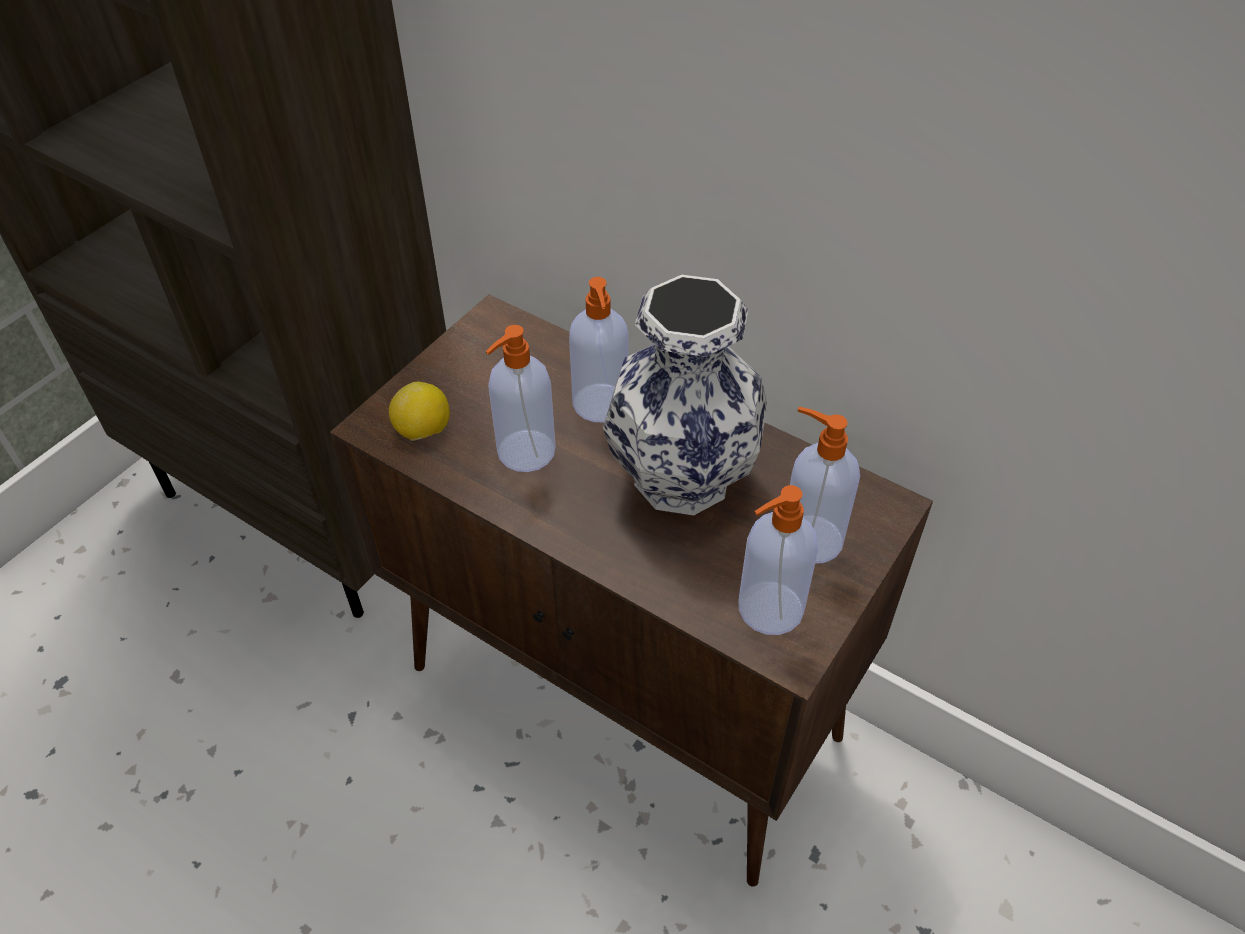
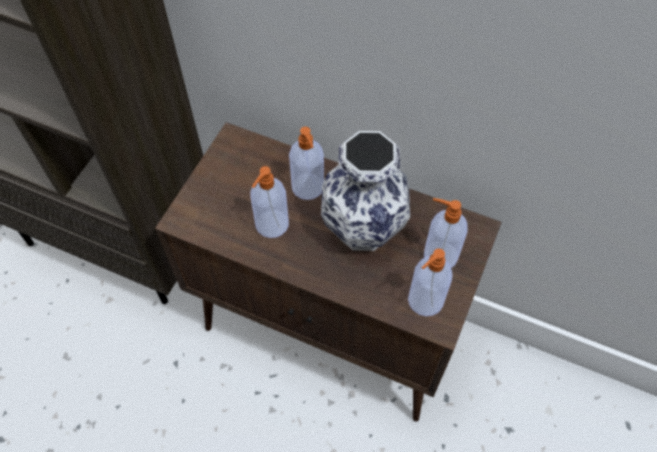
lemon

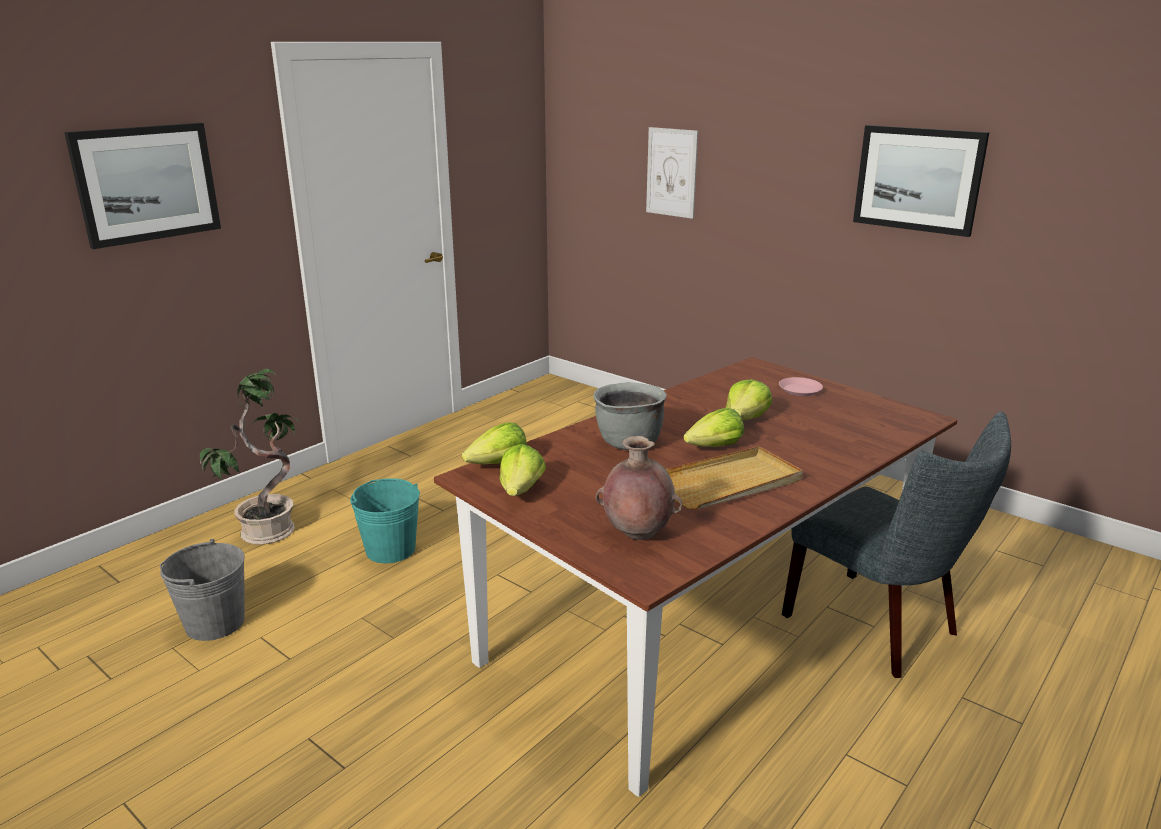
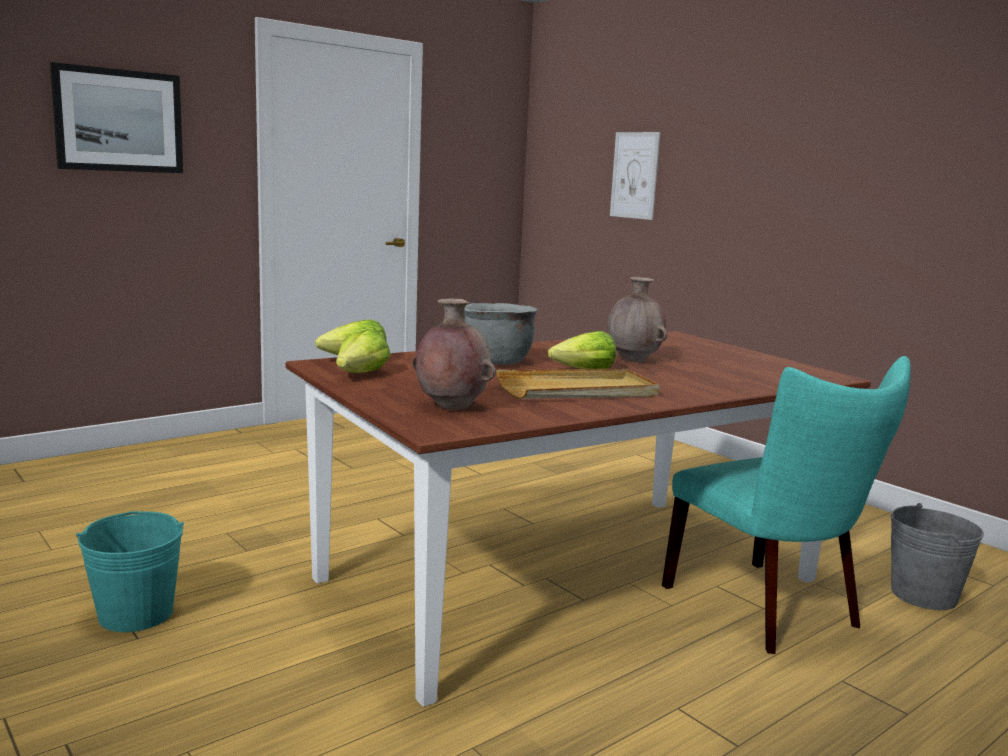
picture (no. 3 from left in the first image)
potted_plant
pink_plate
brown_vase (no. 2 from left)
turquoise_chair
turquoise_bucket
grey_bucket

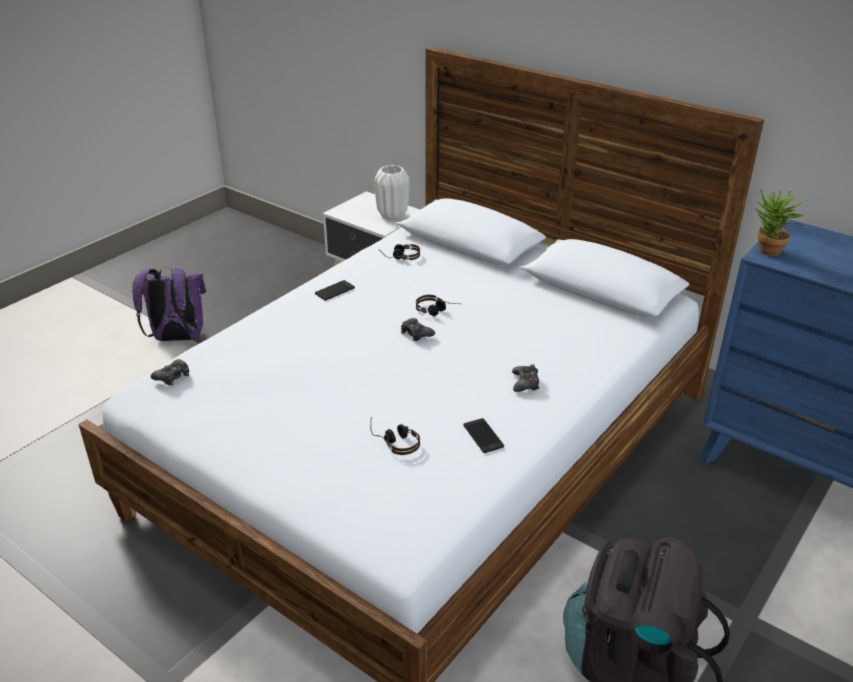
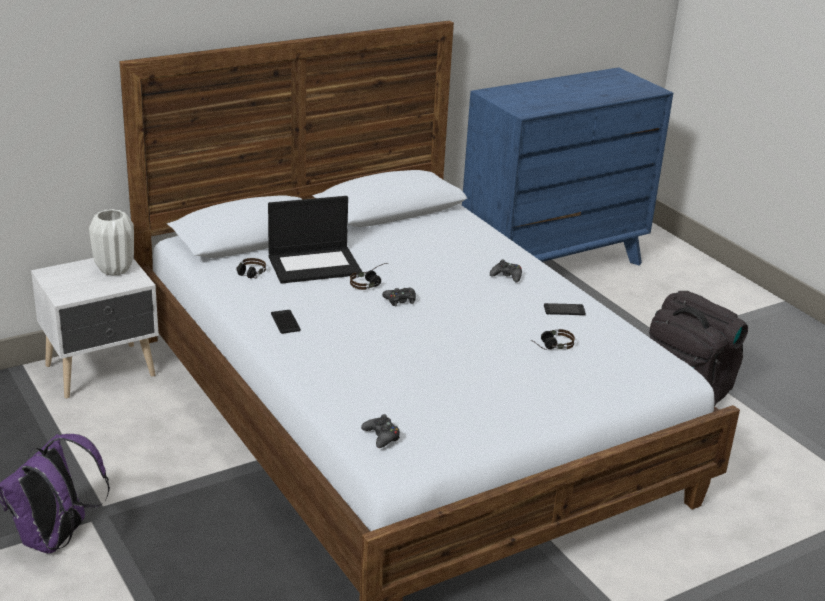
potted_plant
laptop

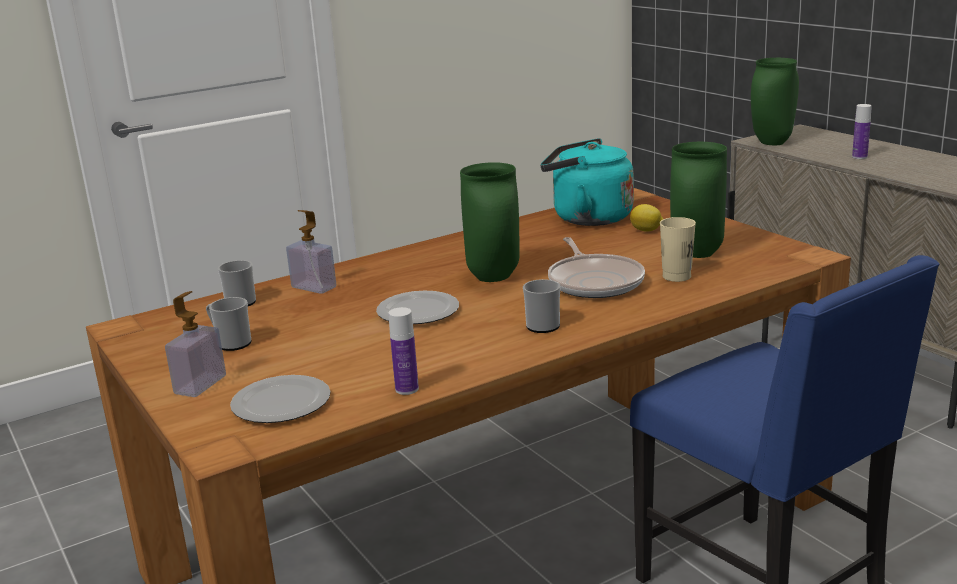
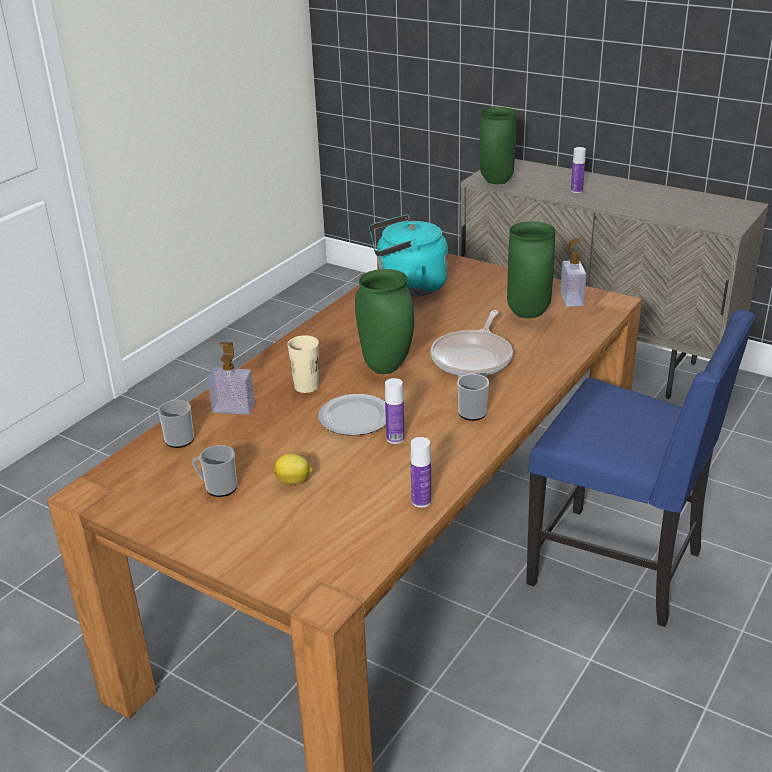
lemon
beige_cup
frying_pan
soap_dispenser (no. 2 from left)
plate (no. 1 from left in the first image)
bottle (no. 1 from left)

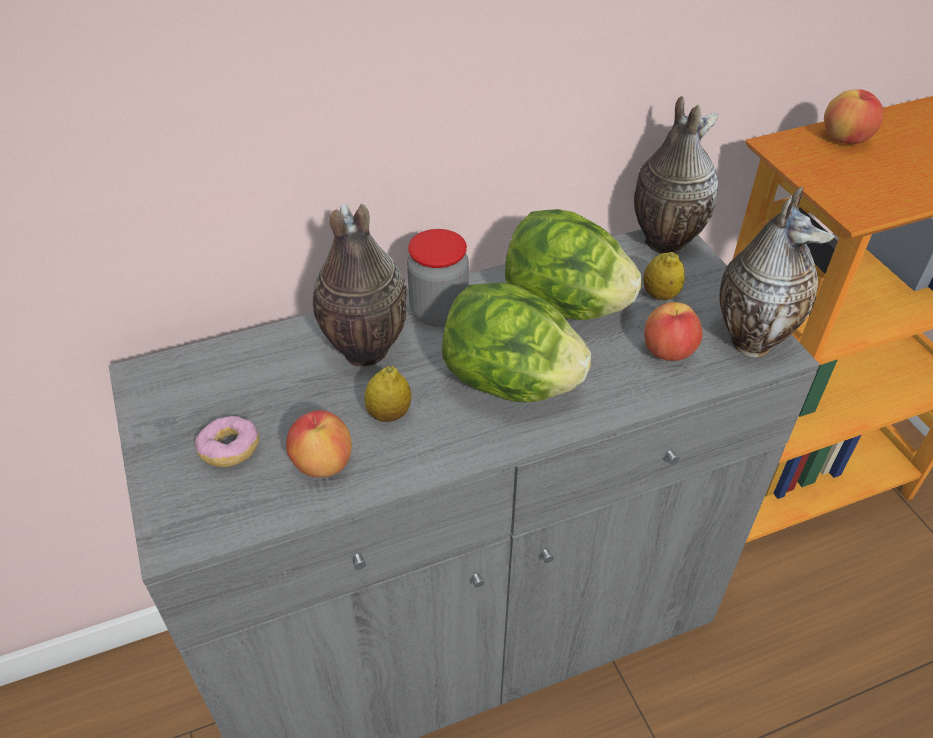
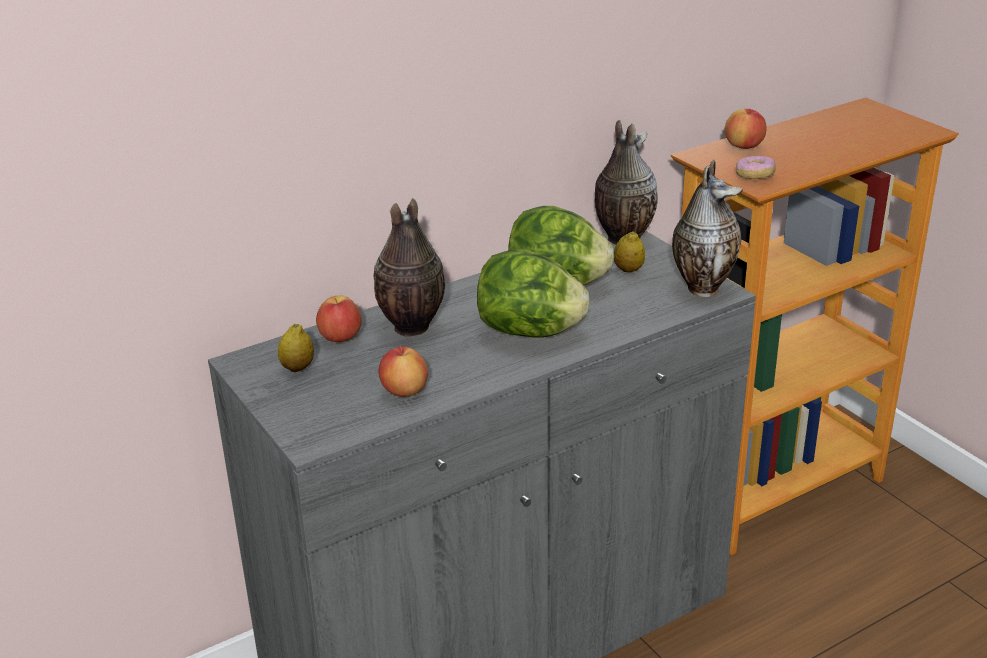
jar
apple (no. 1 from left)
lemon (no. 1 from left)
donut

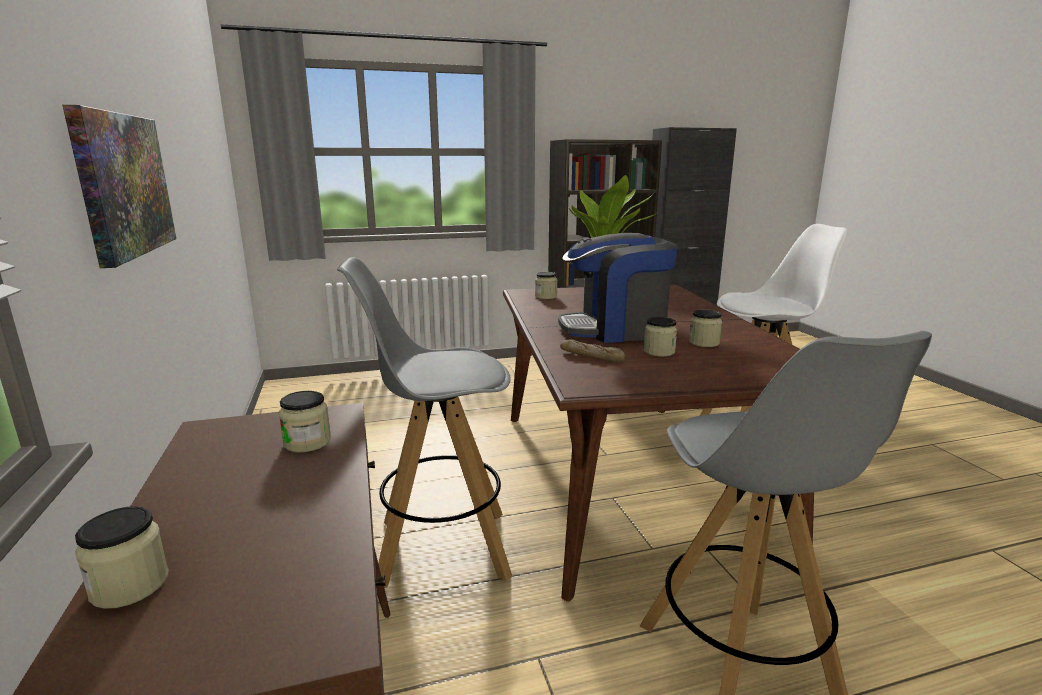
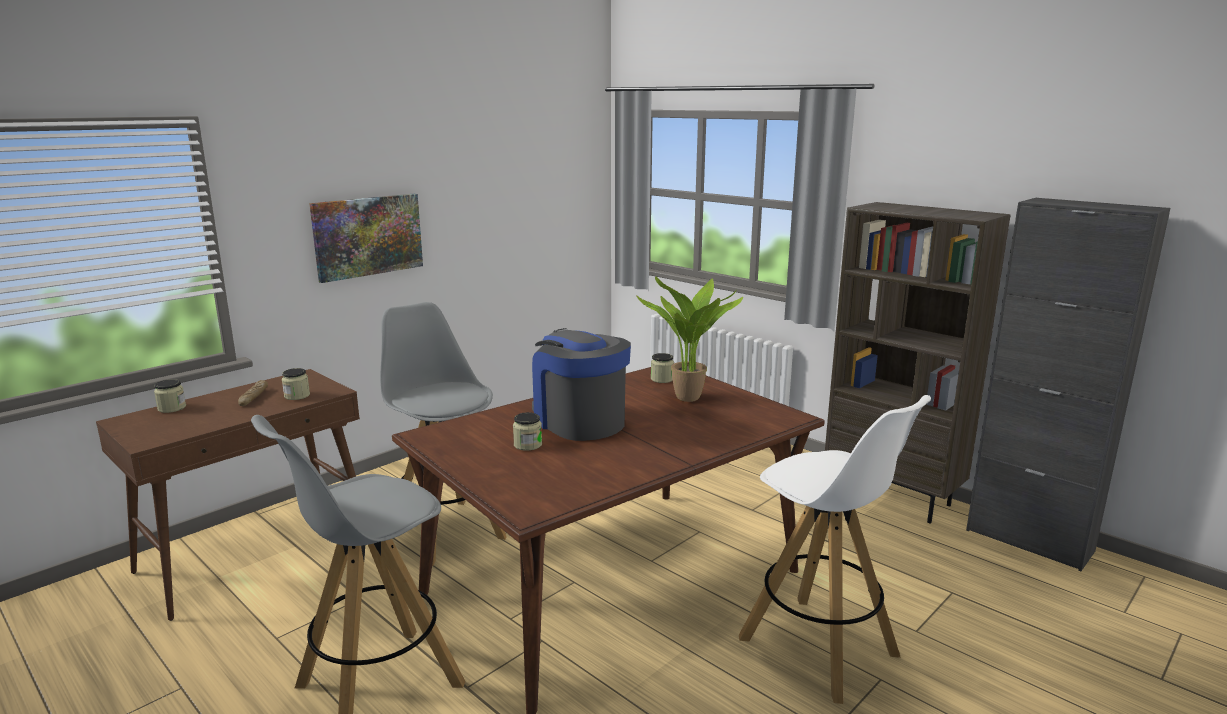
jar (no. 5 from left in the first image)
bread

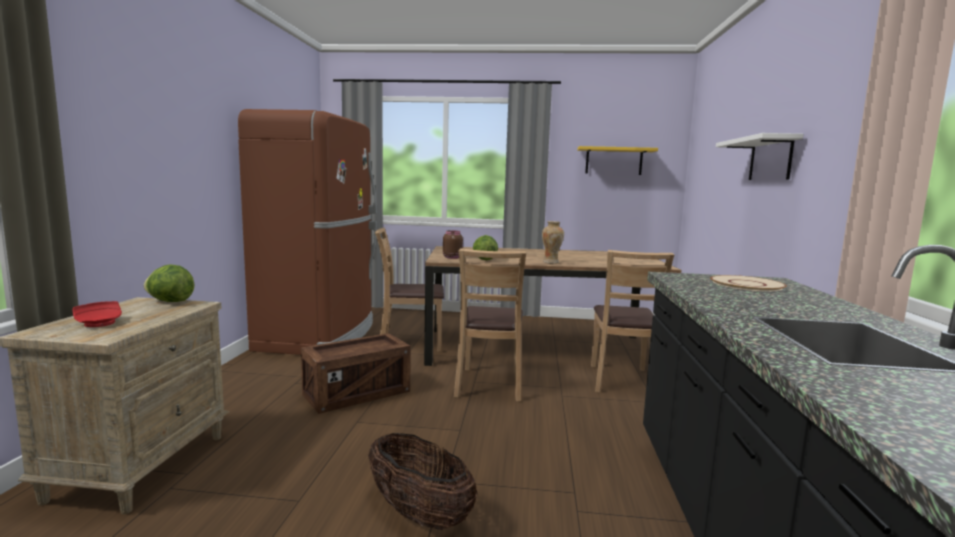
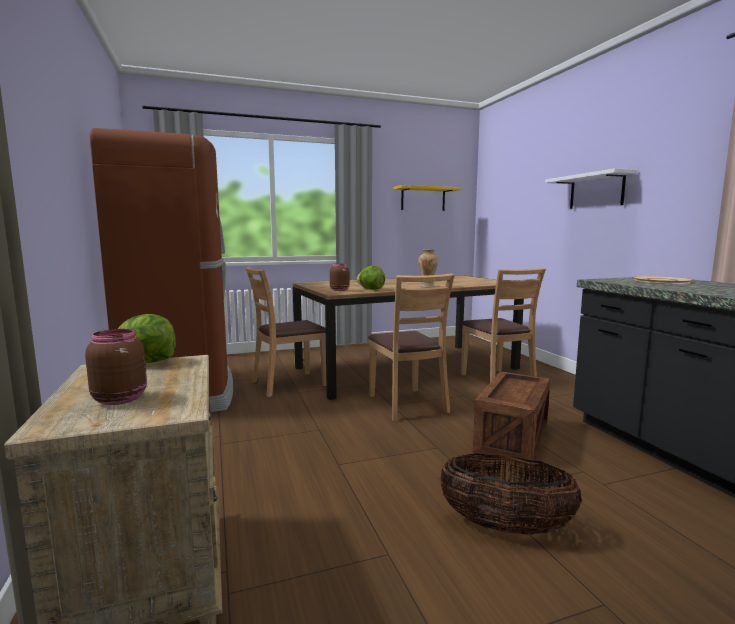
brown_jar (no. 1 from left)
crate

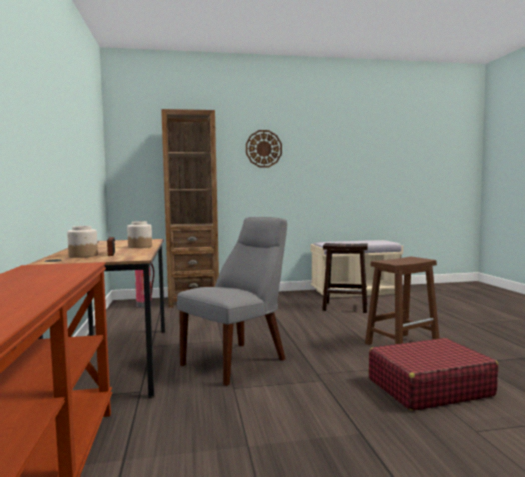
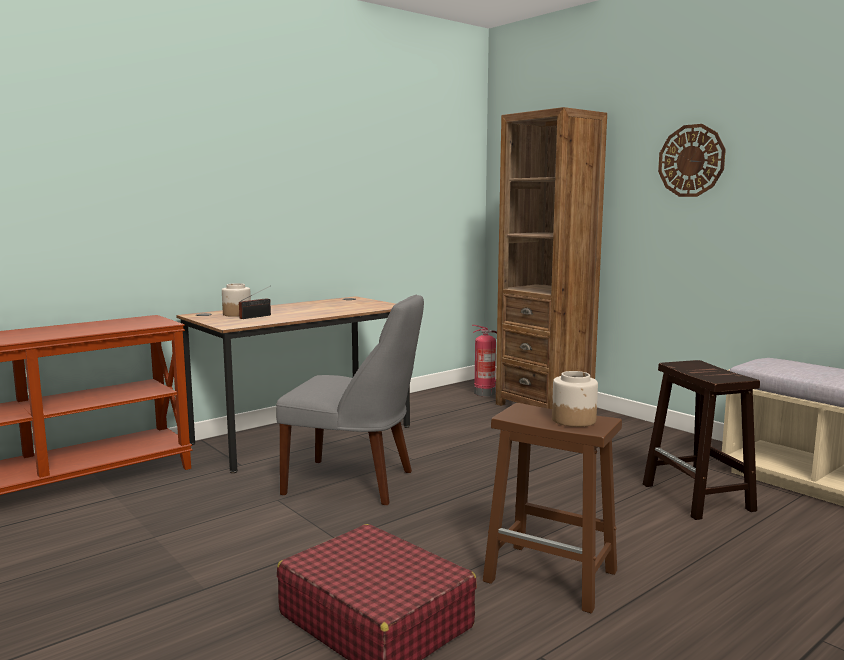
jar (no. 2 from left)

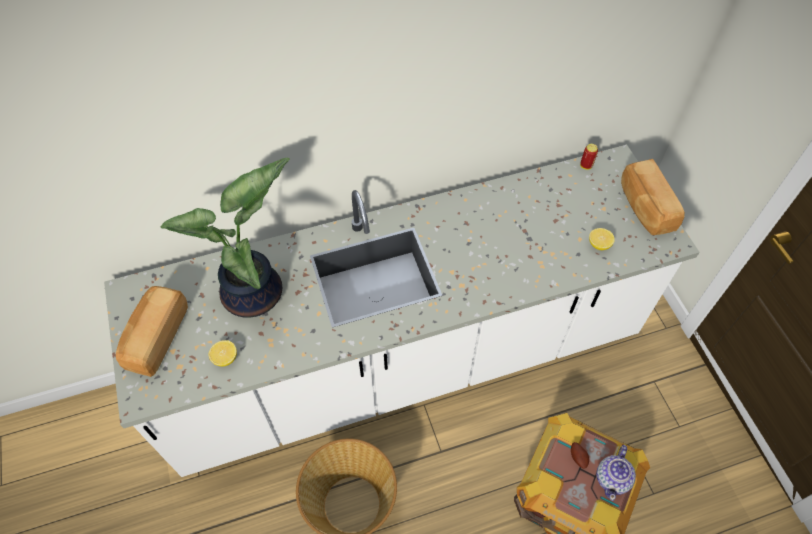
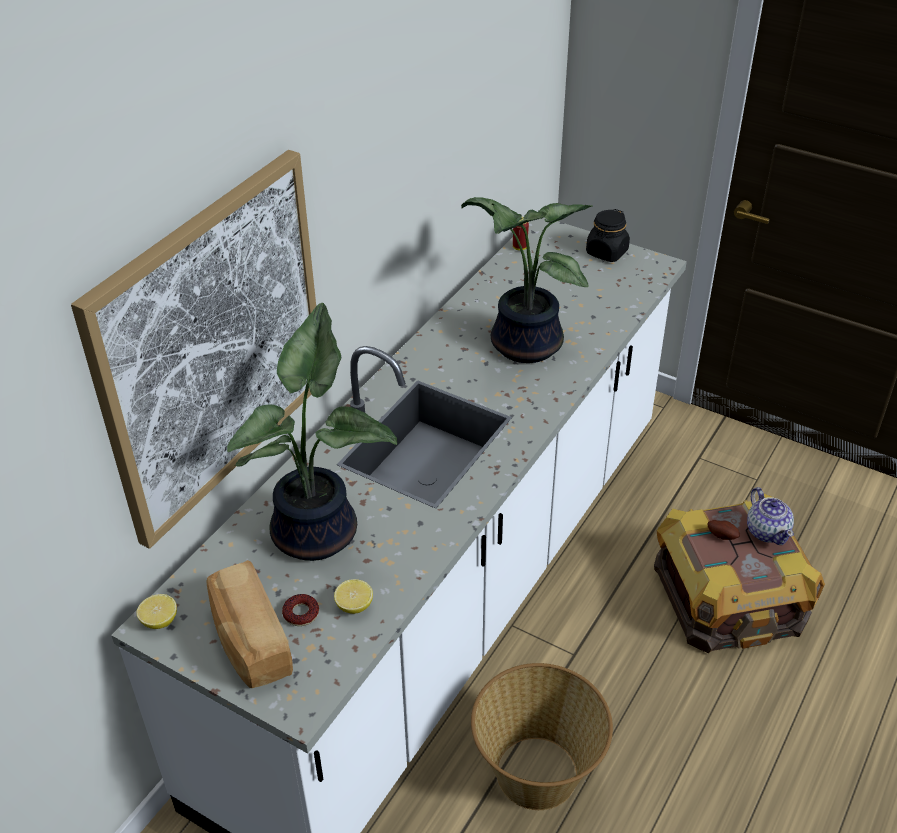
black_jar
lemon (no. 1 from left)
picture
potted_plant (no. 2 from left)
donut

